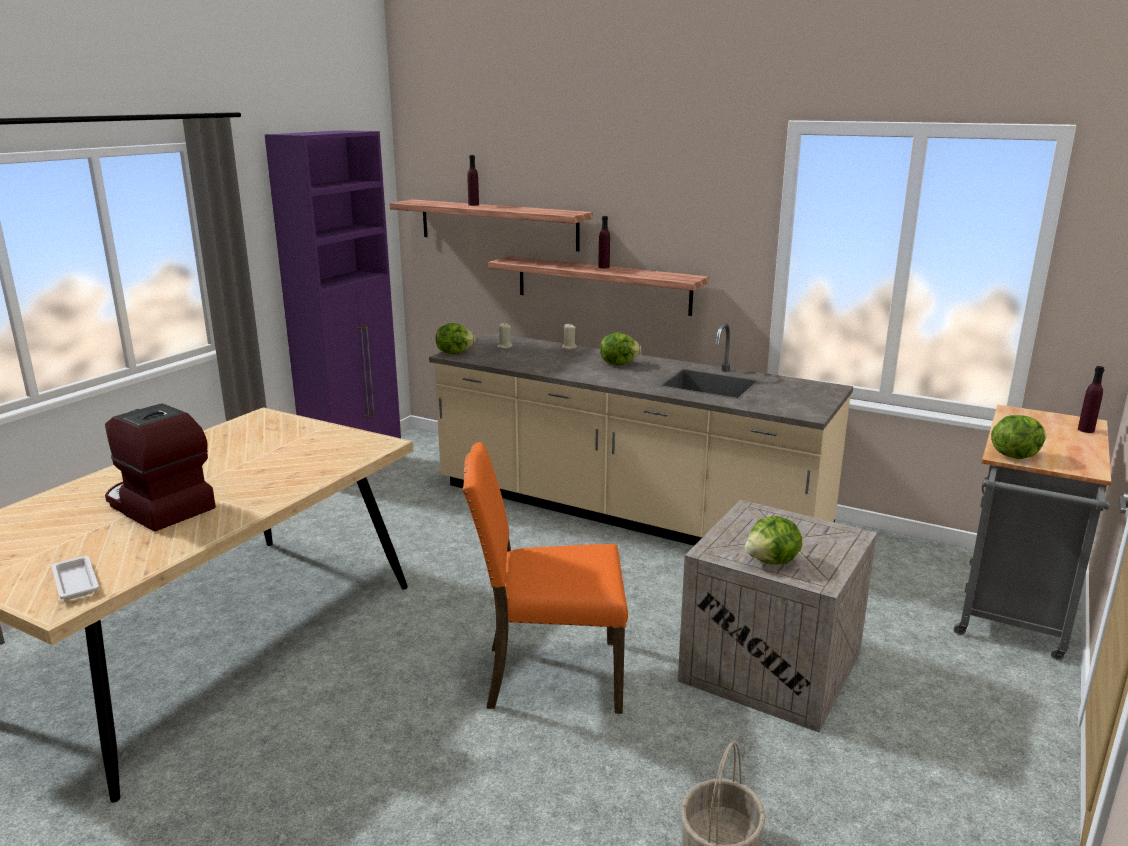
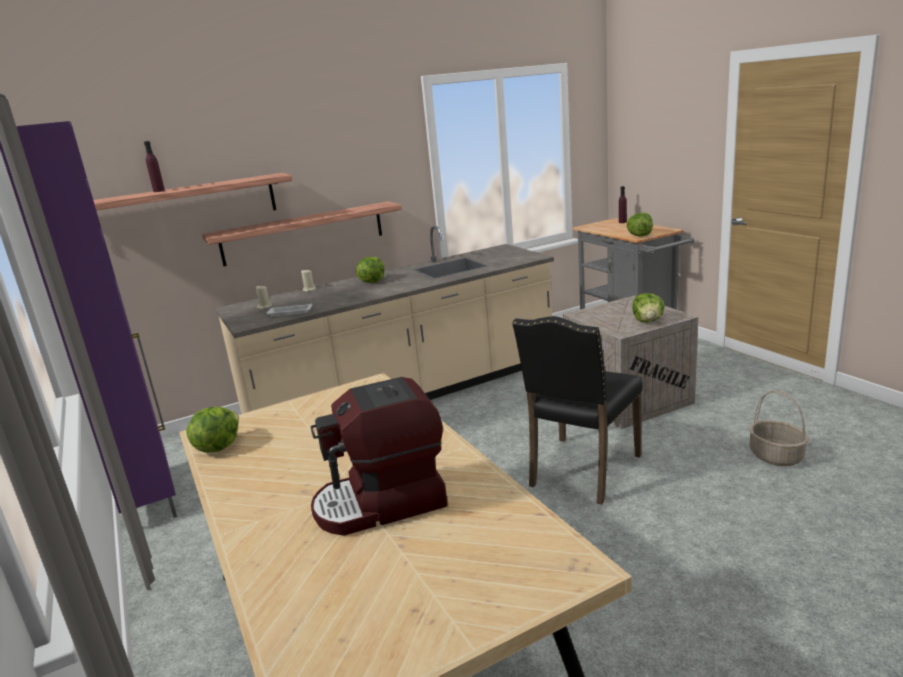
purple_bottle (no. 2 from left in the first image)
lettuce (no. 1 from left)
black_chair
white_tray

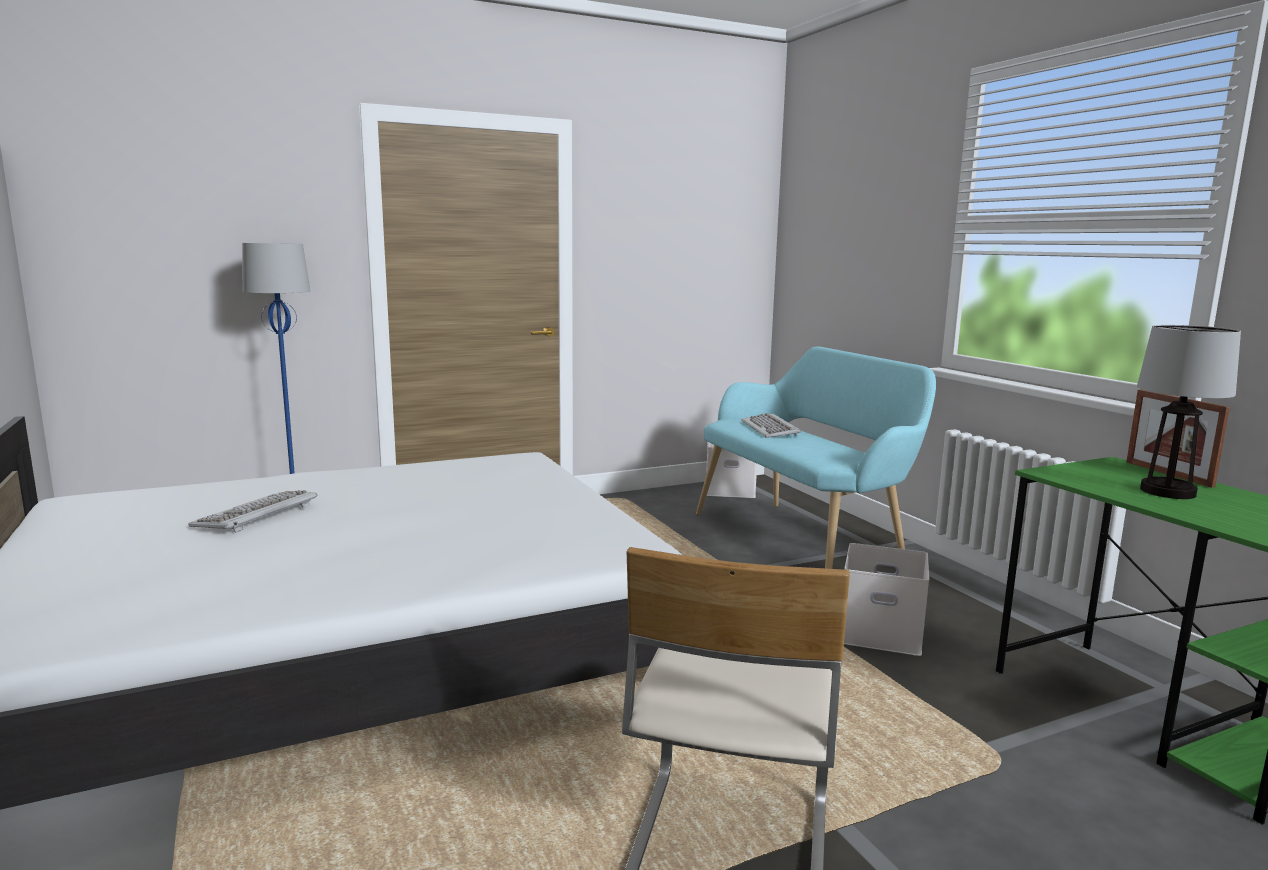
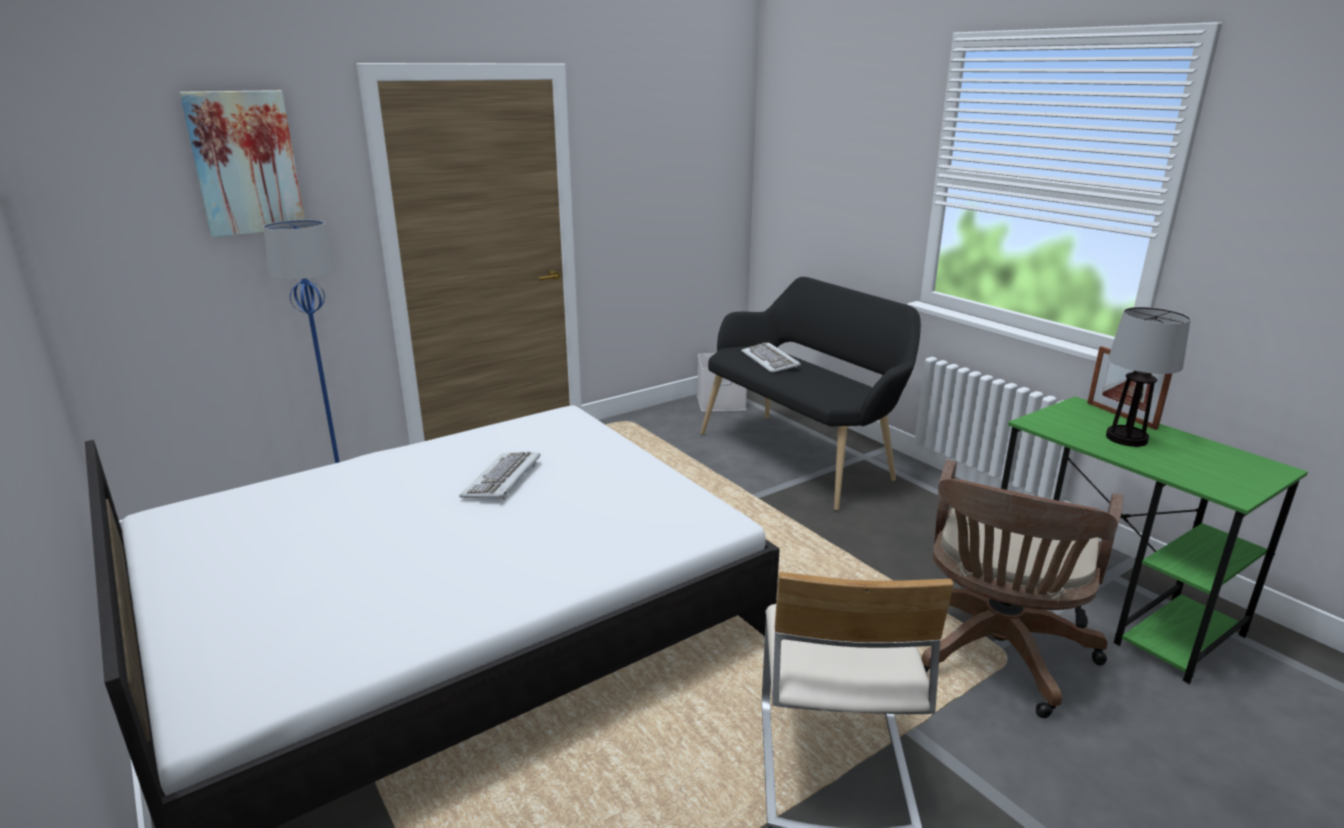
black_bench
keyboard (no. 1 from left)
white_storage_box (no. 2 from left in the first image)
picture
brown_office_chair

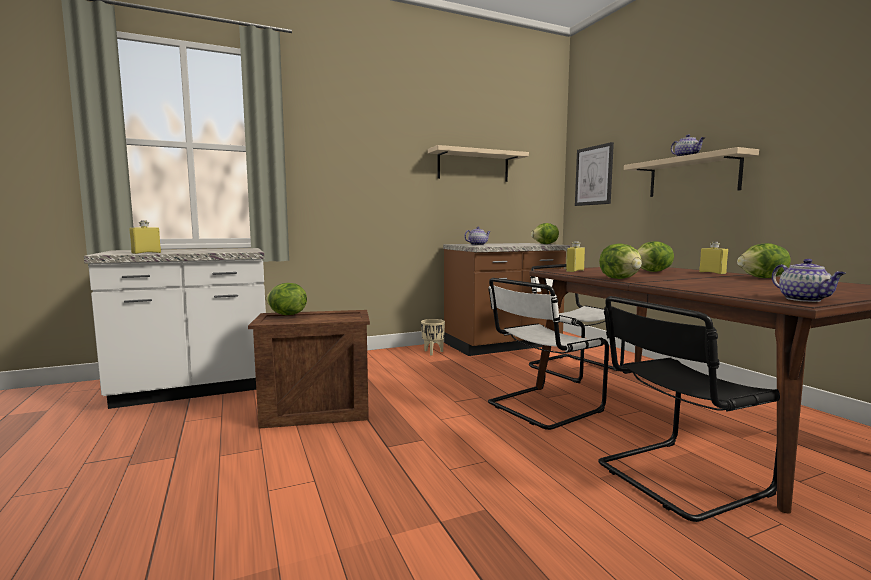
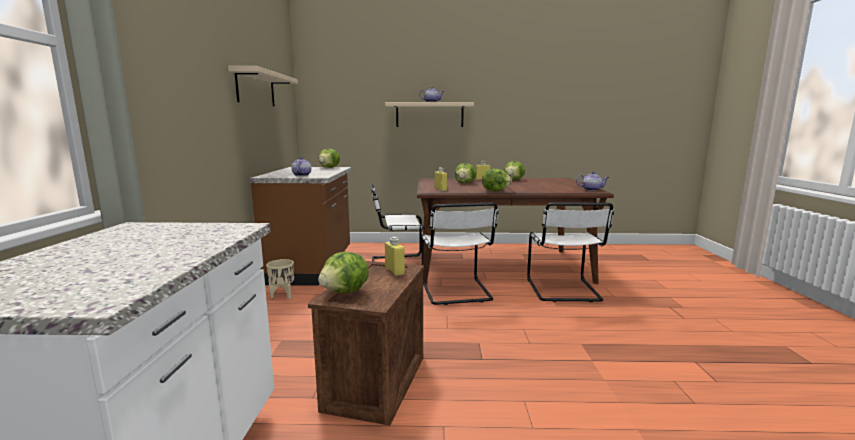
picture
yellow_bottle (no. 1 from left)
white_chair (no. 3 from left)

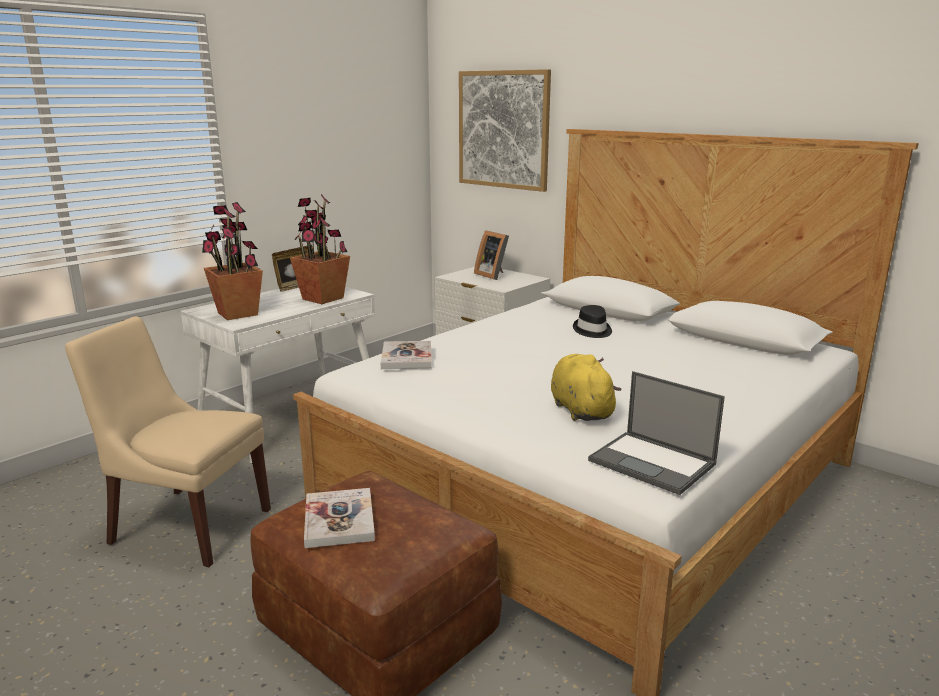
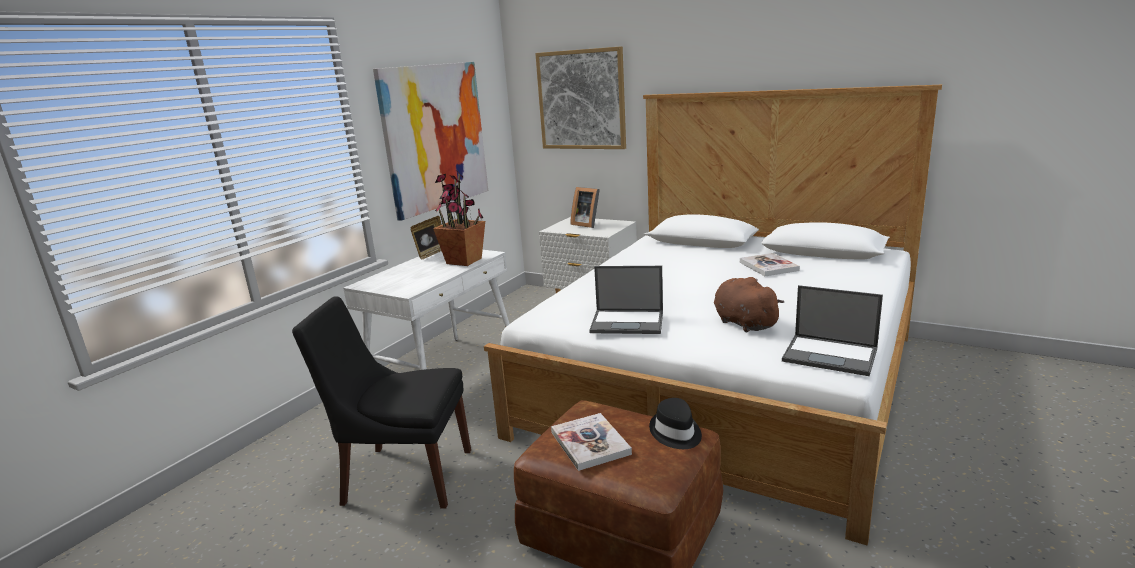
potted_plant (no. 1 from left in the first image)
black_hat
black_chair
book (no. 2 from left)
brown_plush_toy
picture (no. 1 from left)
laptop (no. 1 from left)

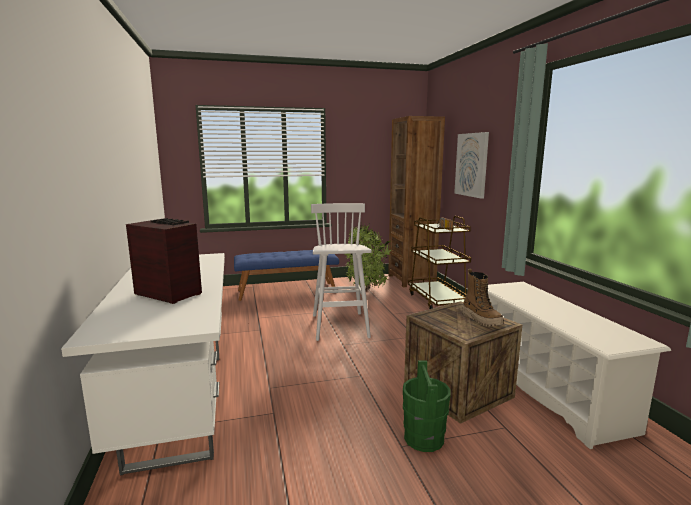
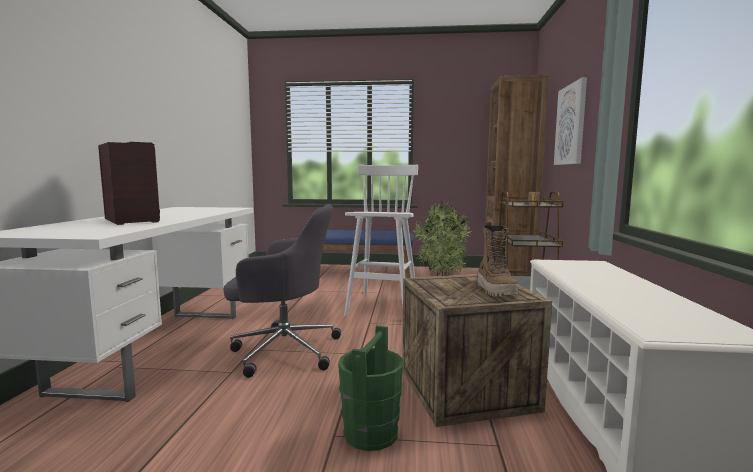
grey_office_chair

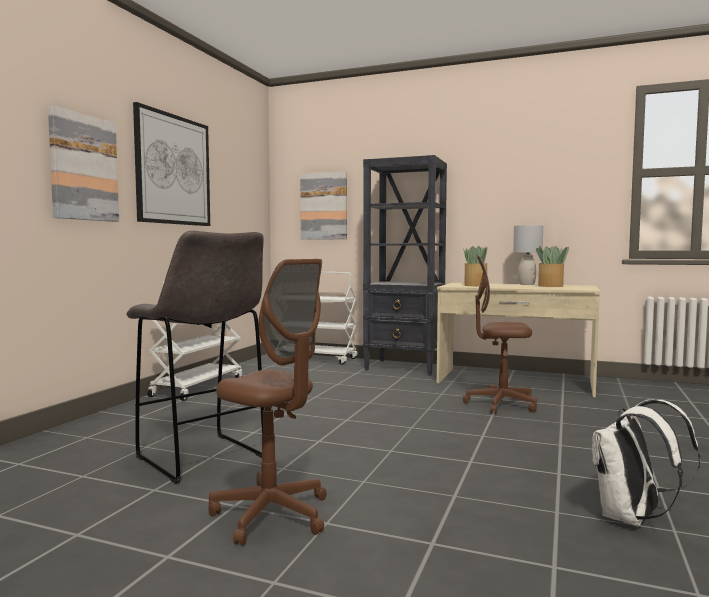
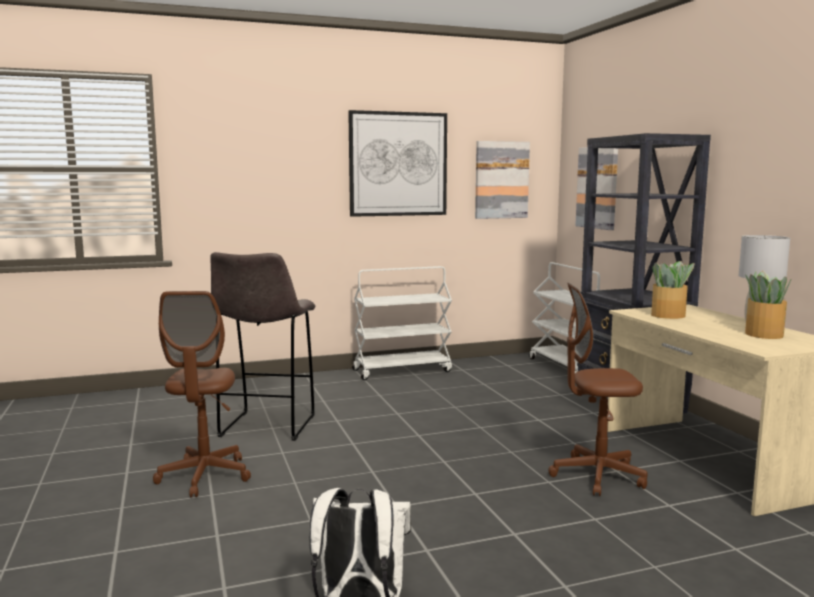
picture (no. 2 from left)
brown_office_chair (no. 2 from left)

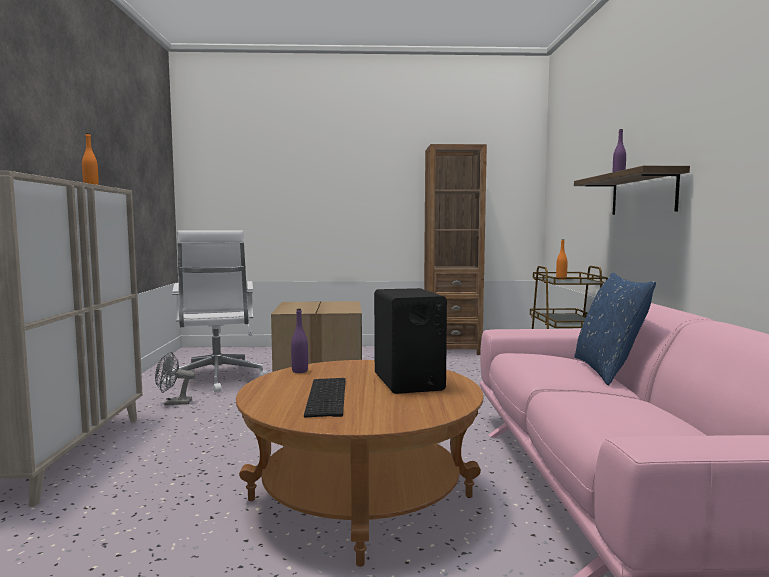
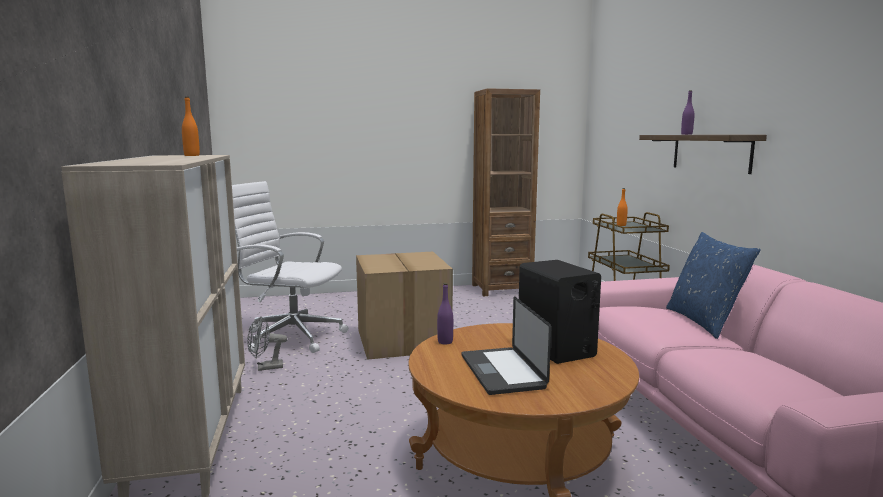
white_office_chair
laptop

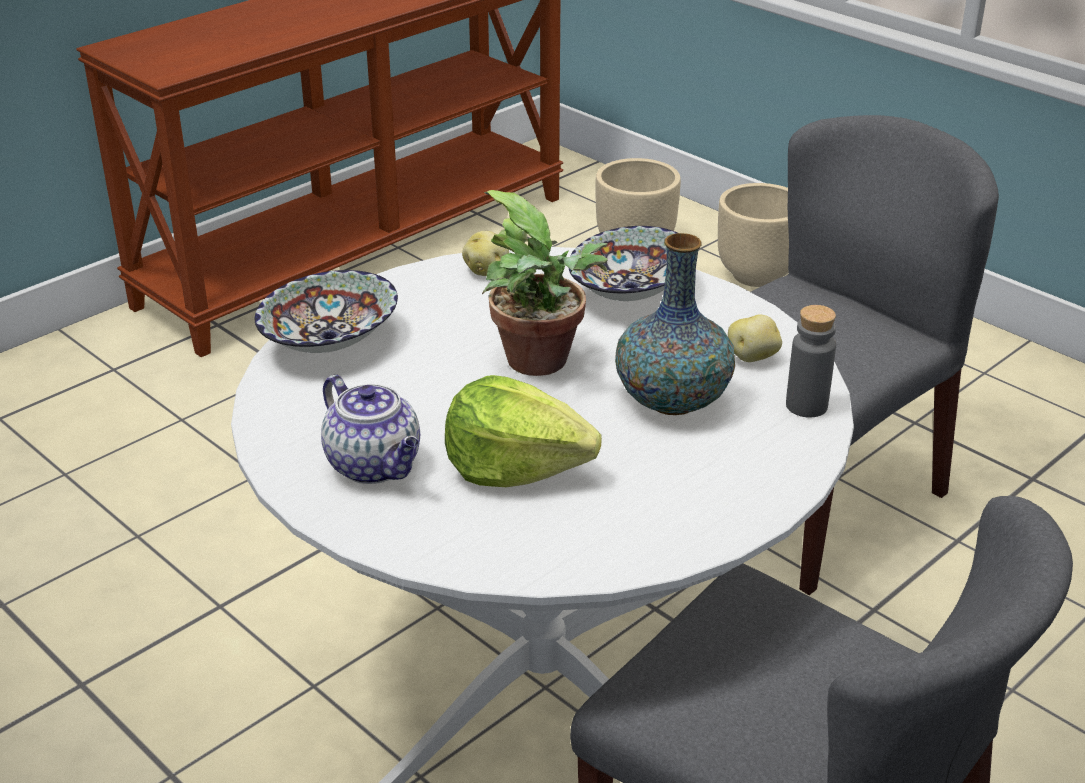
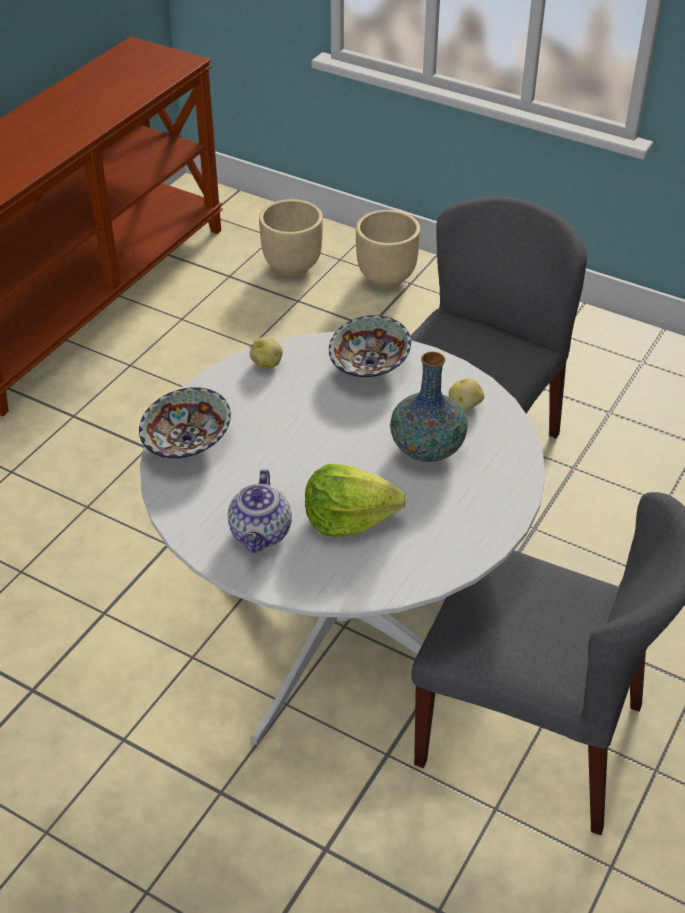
potted_plant
grey_bottle
teapot

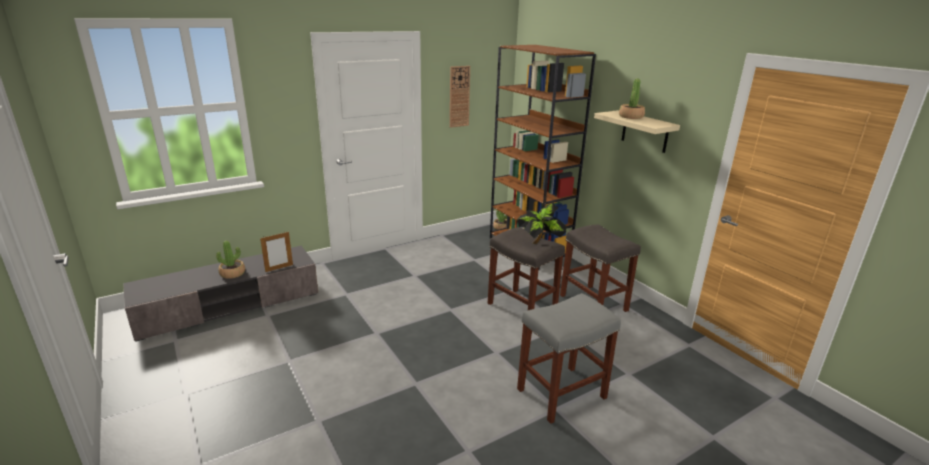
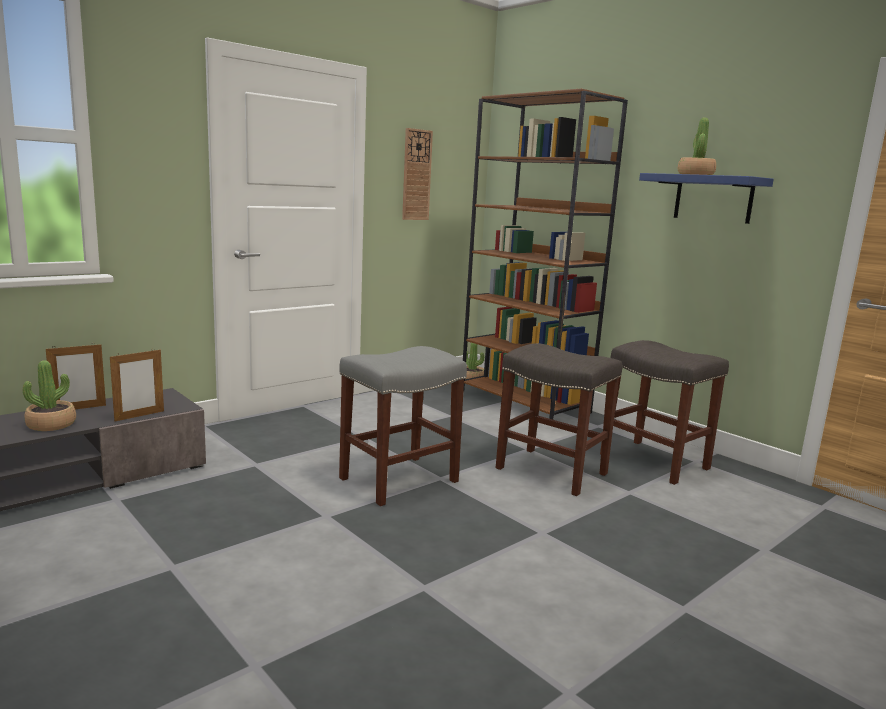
blue_shelf
potted_plant (no. 3 from left in the first image)
grey_stool (no. 1 from left)
picture_frame (no. 1 from left)

